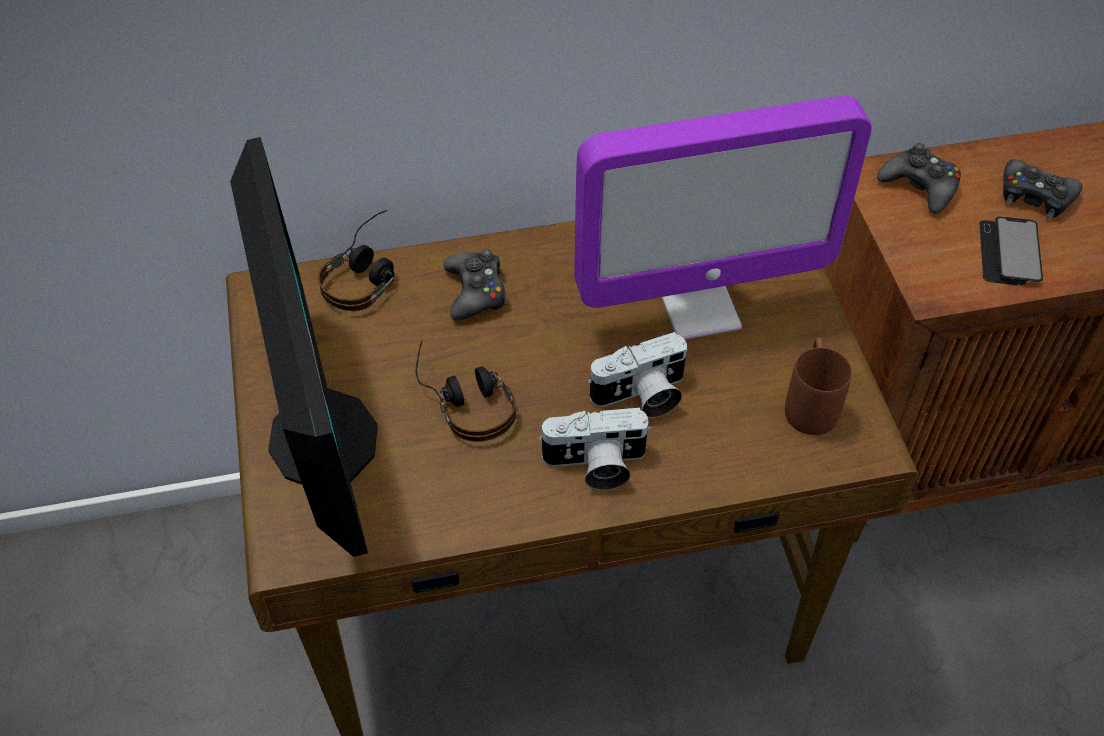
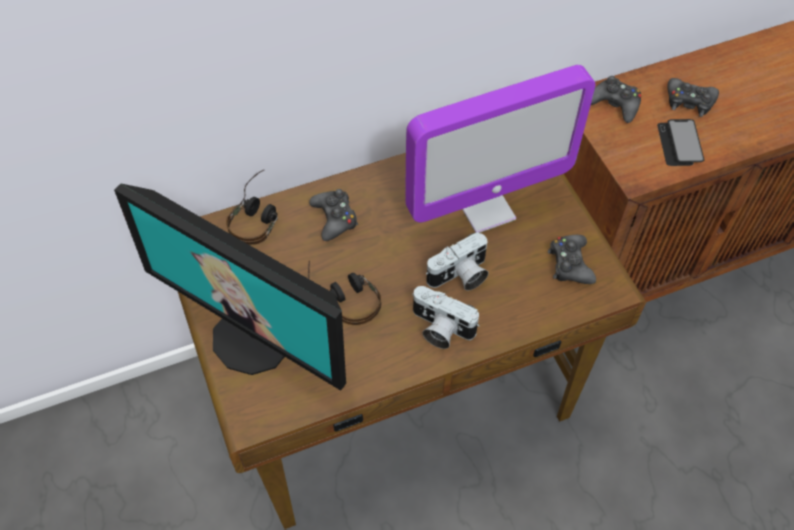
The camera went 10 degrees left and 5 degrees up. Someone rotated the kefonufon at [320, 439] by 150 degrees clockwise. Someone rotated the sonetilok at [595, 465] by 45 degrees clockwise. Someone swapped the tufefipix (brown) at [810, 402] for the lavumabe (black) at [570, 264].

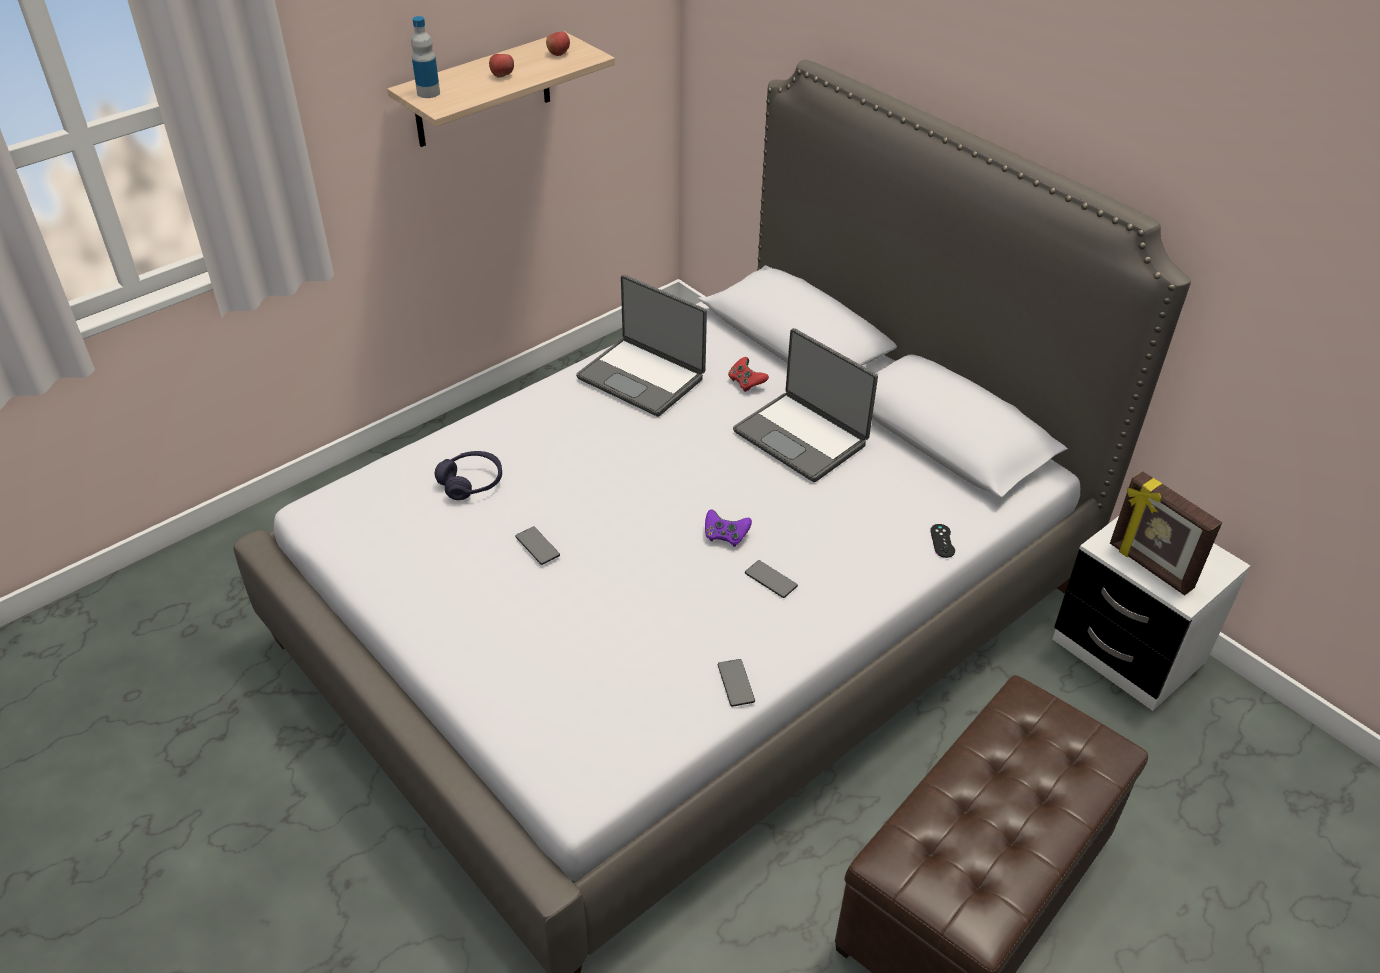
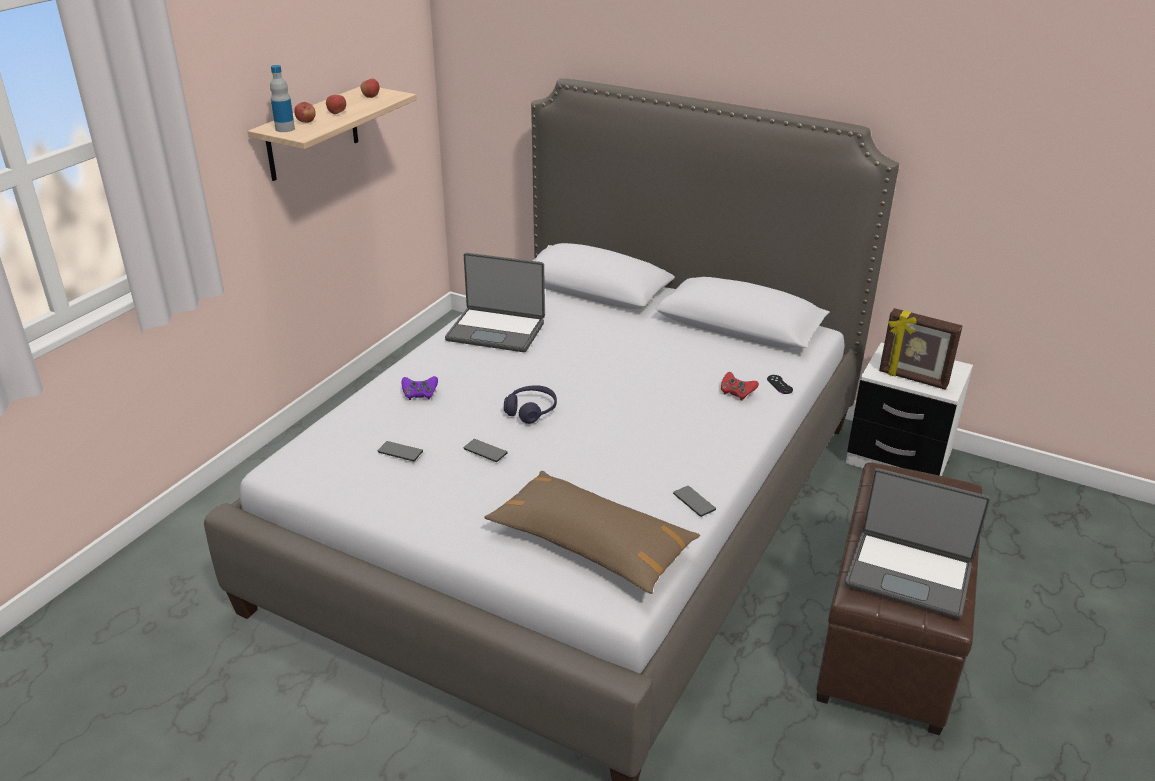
The camera went 20 degrees left and 10 degrees down. Someone carried the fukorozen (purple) from [471, 482] to [531, 410]. Someone carried the lavumabe (purple) from [725, 536] to [419, 395]. Someone carried the lavumabe (red) from [746, 383] to [736, 393]. Someone carried the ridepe from [802, 437] to [909, 574]. Someone carried the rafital from [771, 580] to [400, 452]. Someone put down the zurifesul at [306, 122]. Someone put down the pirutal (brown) at [591, 544].

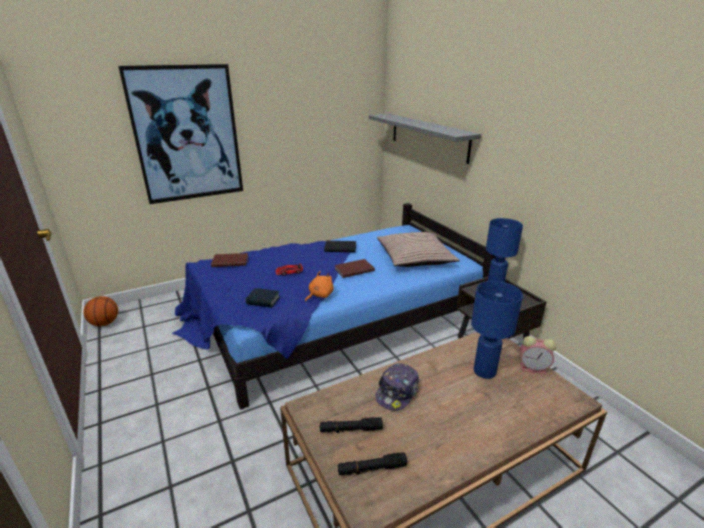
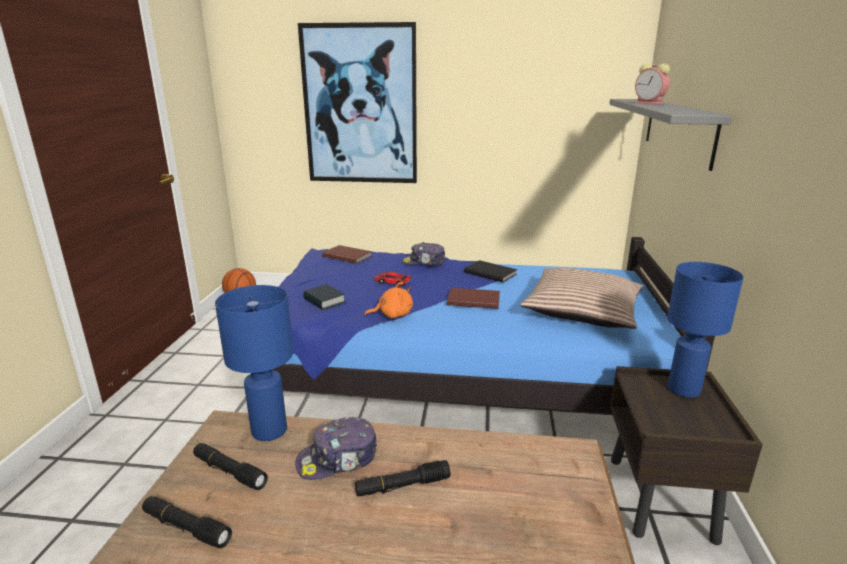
The camera went 35 degrees right and 5 degrees down. Someone carried the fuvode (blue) from [485, 372] to [268, 431]. Someone carried the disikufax from [534, 368] to [650, 103]. Someone put down the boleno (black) at [402, 486]. Someone put down the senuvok at [424, 262].

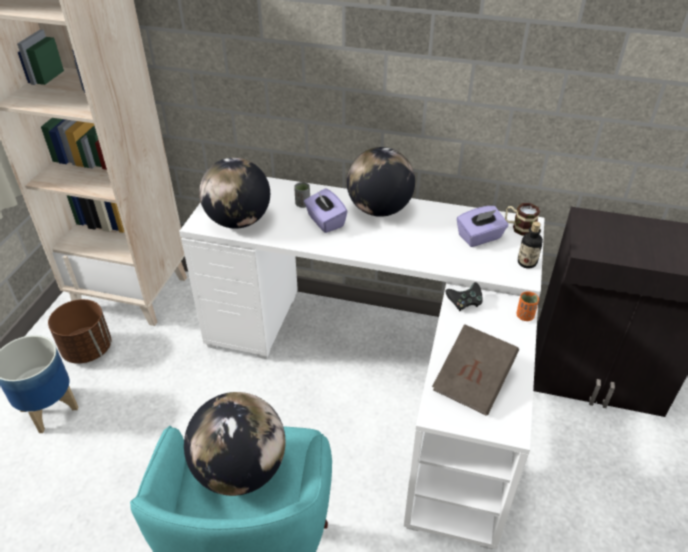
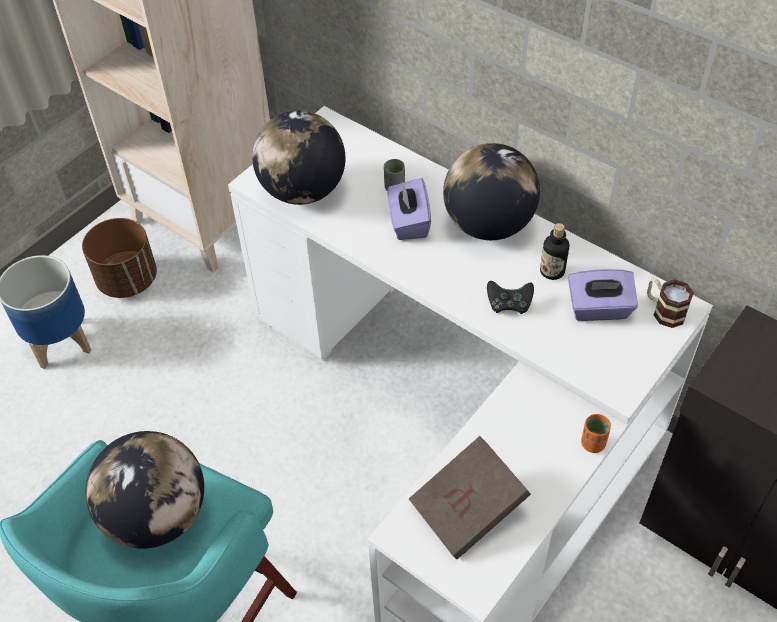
The camera went 25 degrees right and 10 degrees up. Someone carried the lavumabe (black) from [464, 303] to [509, 304]. Someone carried the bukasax from [526, 263] to [552, 271].

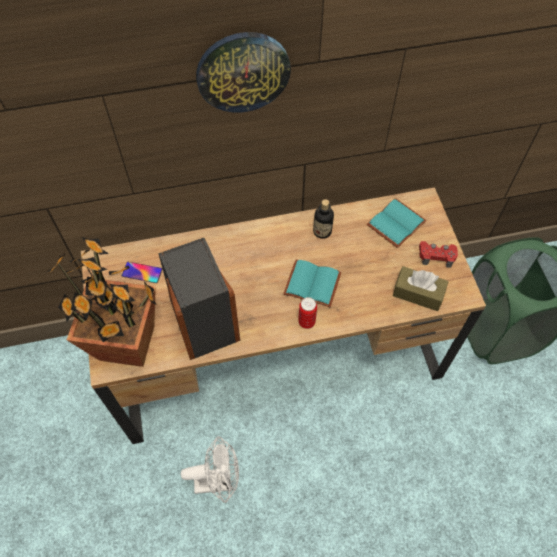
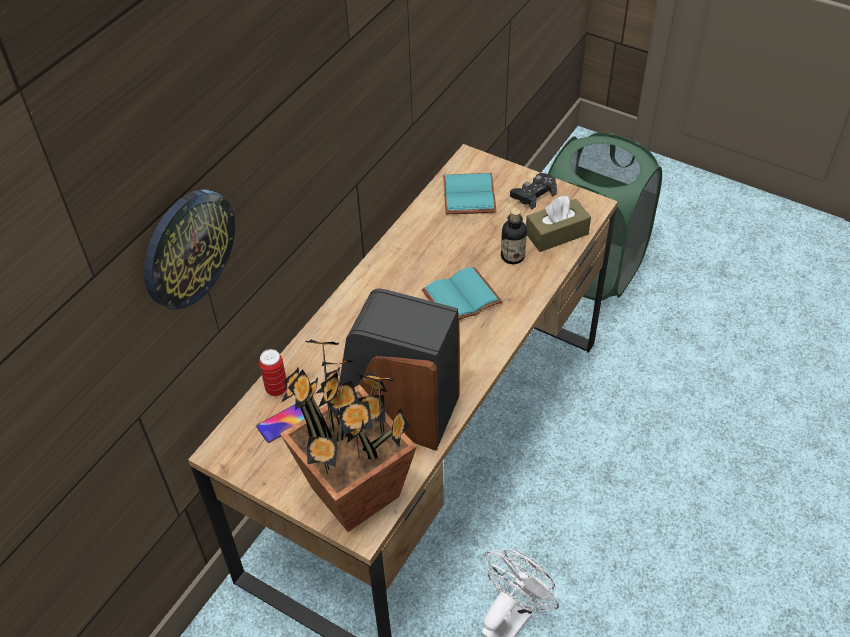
The camera went 45 degrees left and 10 degrees down. Someone carried the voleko from [243, 72] to [187, 248]. Someone carried the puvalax from [306, 322] to [276, 388]. Someone carried the bukasax from [322, 231] to [512, 256]. Someone repainted the lavumabe (red) at [436, 256], which became the lavumabe (black) at [534, 194].

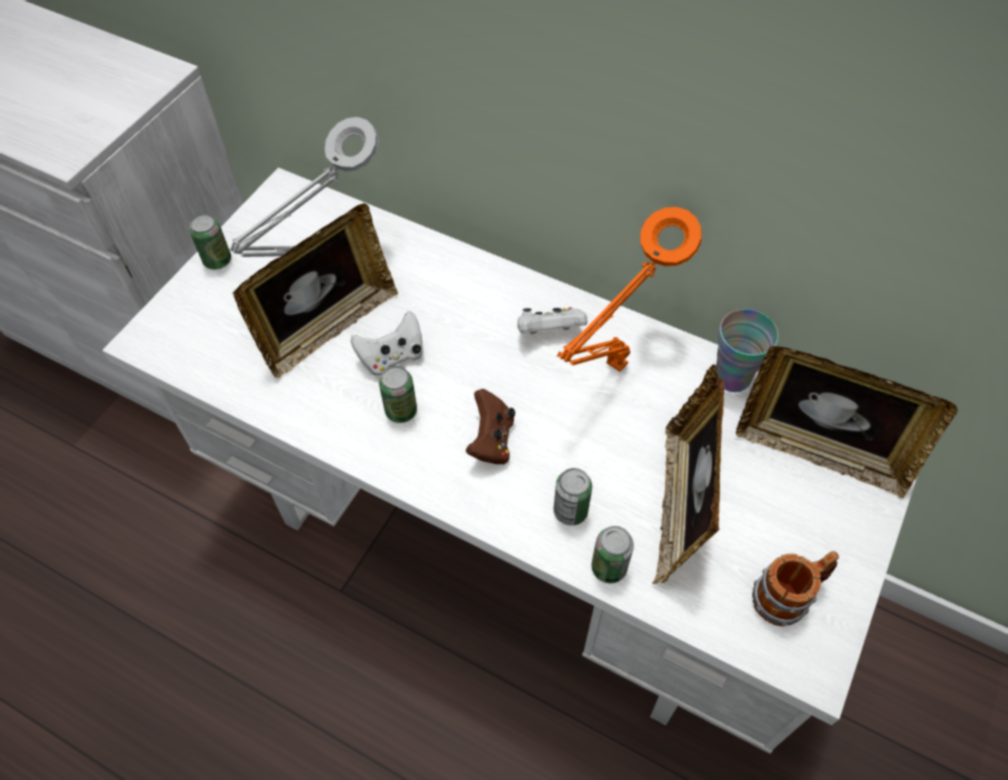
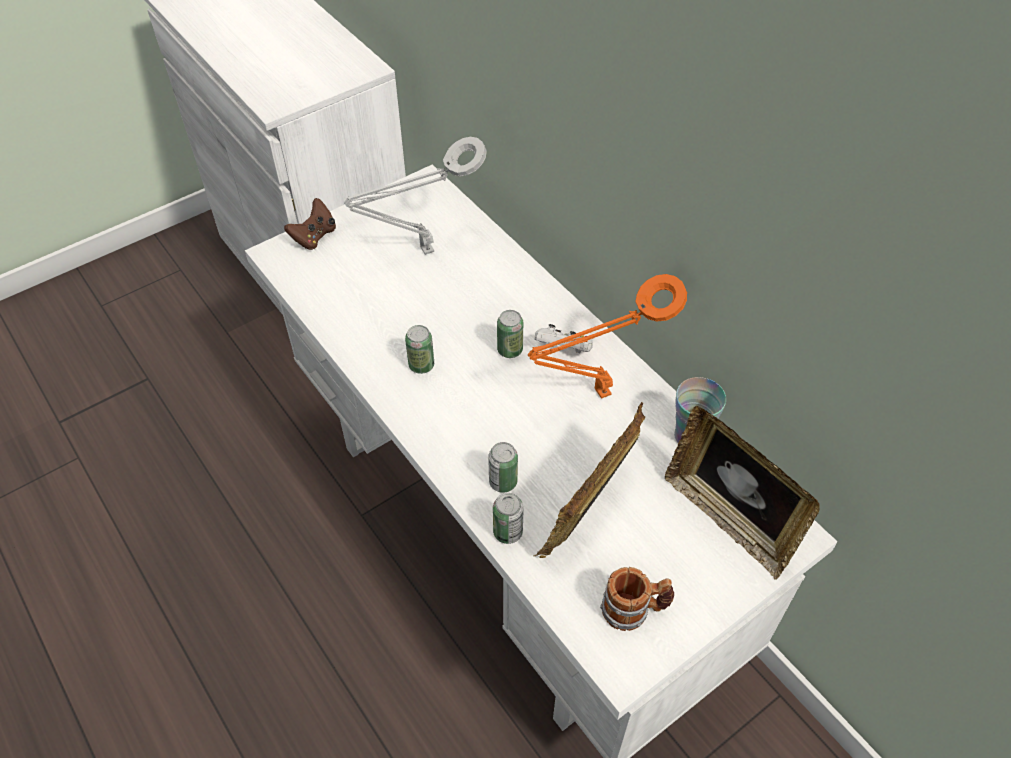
The camera went 25 degrees right and 5 degrees down. Someone carried the puvalax from [217, 260] to [510, 350]. Someone took away the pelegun at [328, 327]. Someone took away the lavumabe (white) at [392, 357]. Someone carried the lavumabe (brown) from [491, 440] to [314, 236].

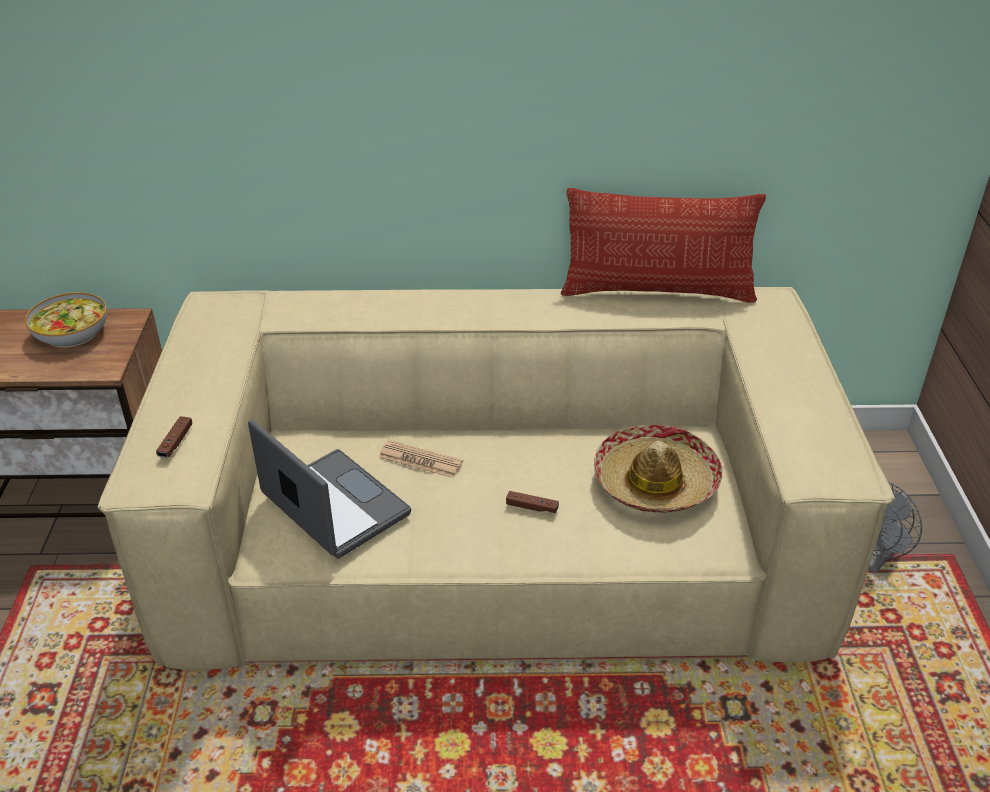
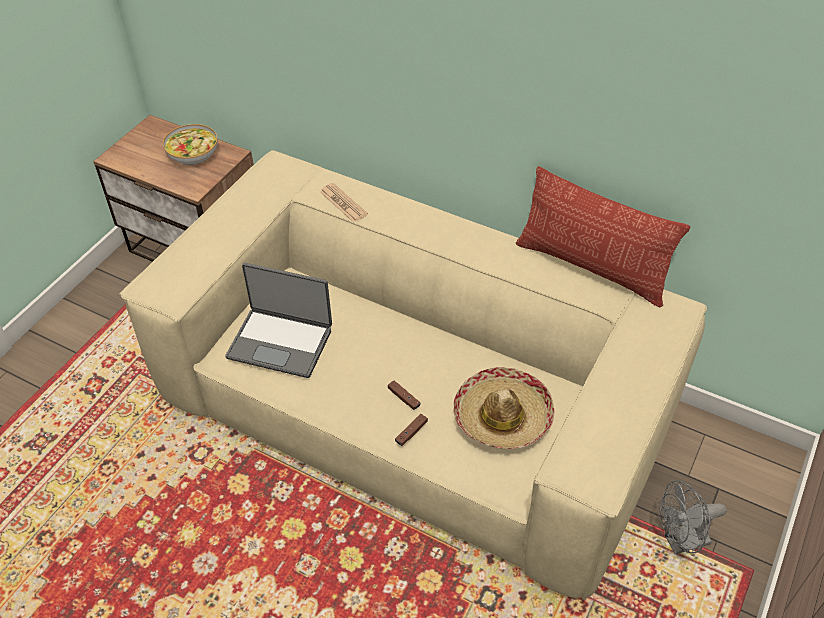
The camera went 30 degrees right and 10 degrees up. Someone carried the lavumabe (brown) from [176, 442] to [411, 433]. Someone rotated the ridepe at [333, 506] by 120 degrees clockwise. Someone carried the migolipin from [420, 460] to [343, 203].

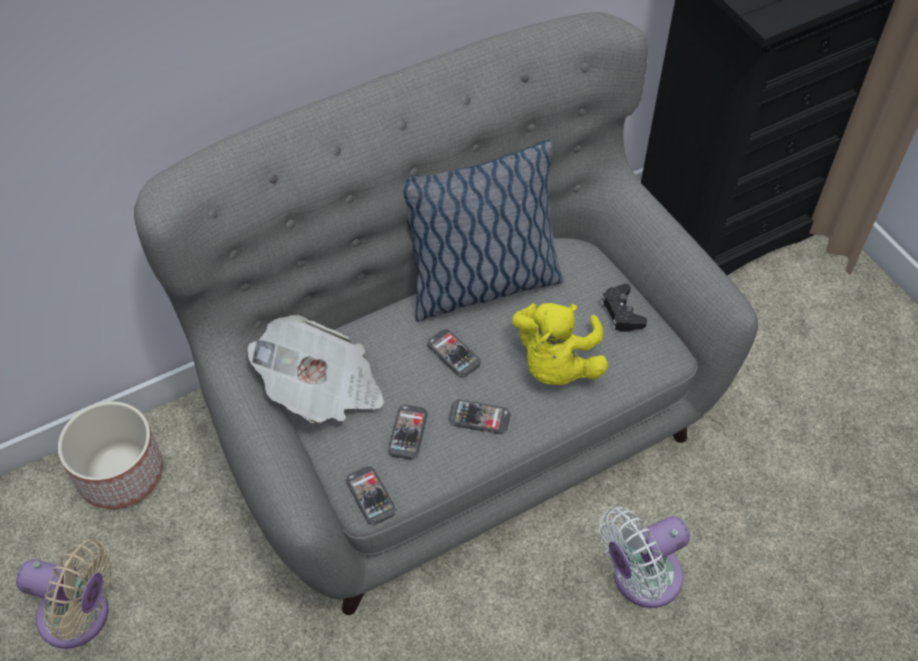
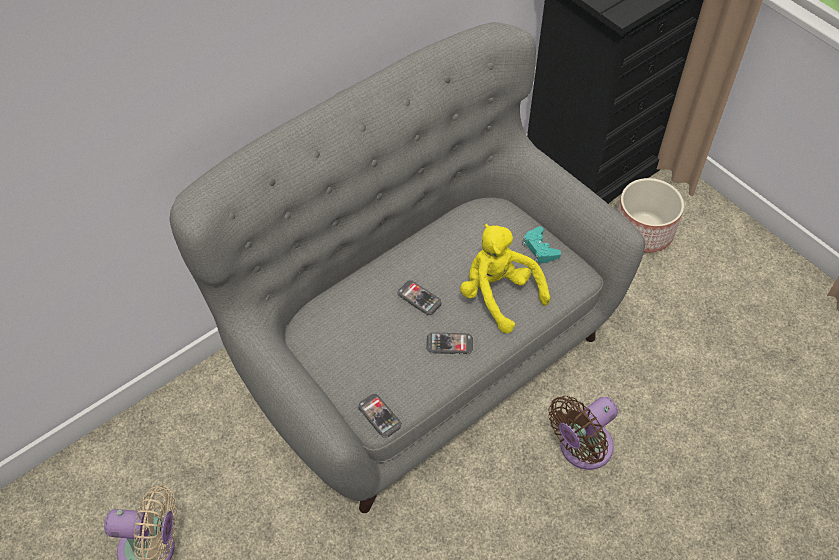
The camera went 10 degrees left and 0 degrees up. Someone carried the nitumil from [121, 472] to [643, 231]. Someone took away the migolipin at [322, 389]. Someone took away the rafital at [408, 433]. Someone took away the pirutal at [480, 285]. Someone rotated the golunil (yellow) at [556, 364] by 135 degrees clockwise. Someone repainted the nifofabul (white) at [640, 578], which became the nifofabul (brown) at [581, 449]. Someone repainted the lavumabe (black) at [621, 313], which became the lavumabe (turquoise) at [540, 249].

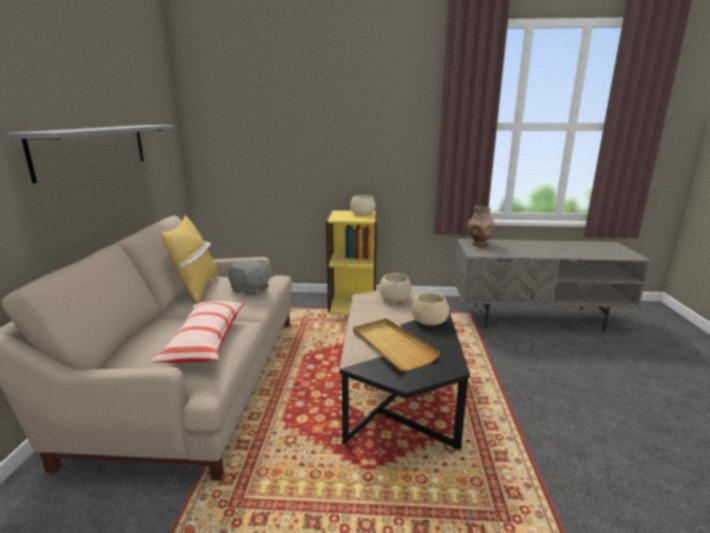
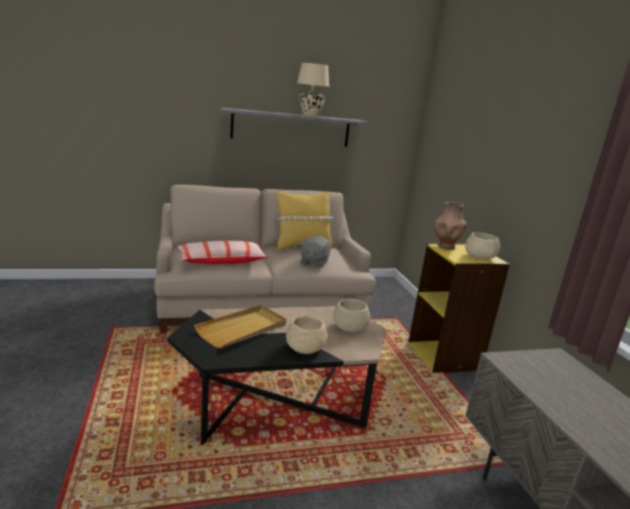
The camera went 70 degrees right and 0 degrees up. Someone carried the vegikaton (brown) from [479, 244] to [445, 246]. Someone put down the fuvode (beige) at [310, 116].

